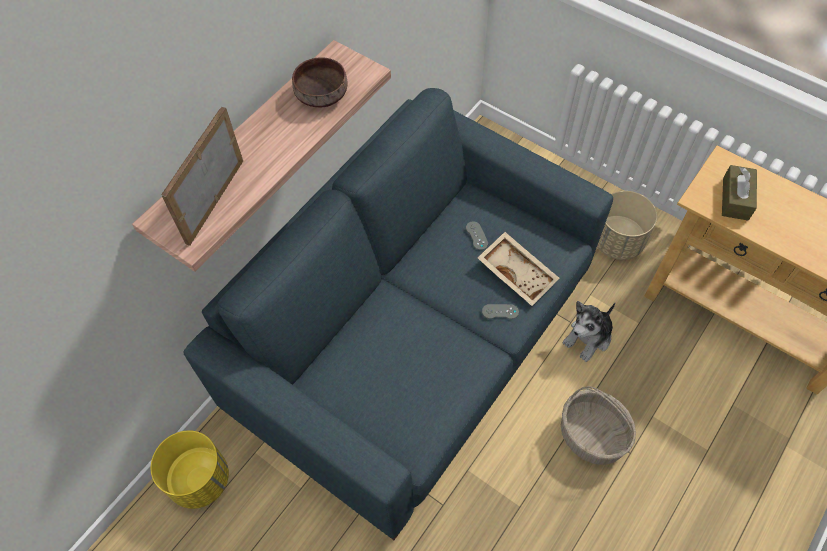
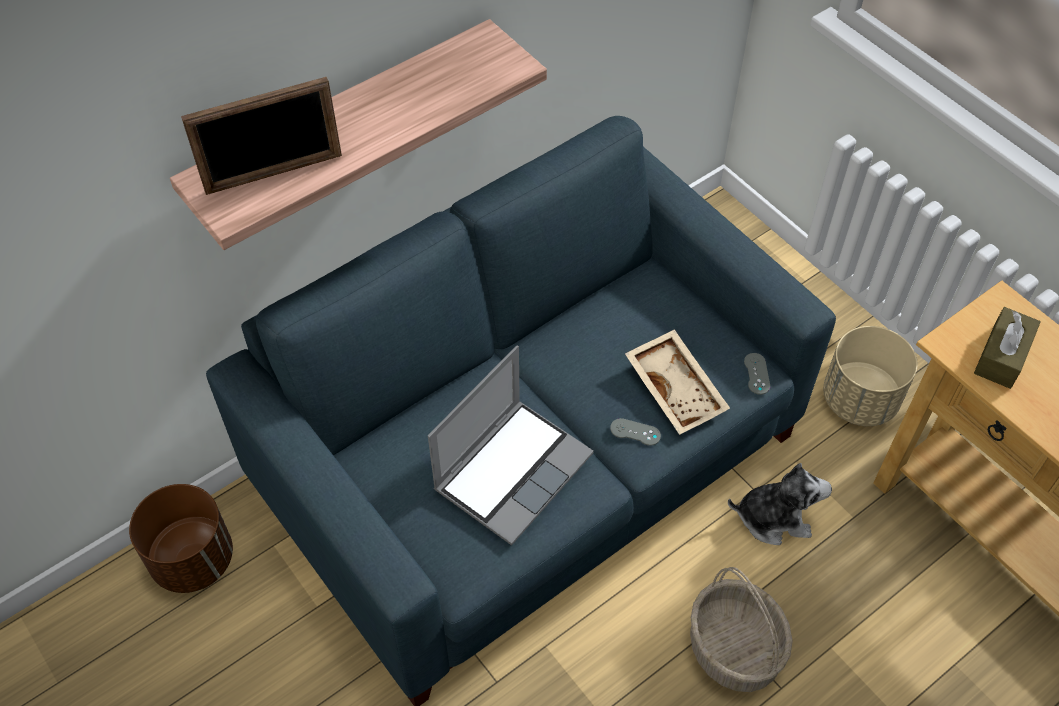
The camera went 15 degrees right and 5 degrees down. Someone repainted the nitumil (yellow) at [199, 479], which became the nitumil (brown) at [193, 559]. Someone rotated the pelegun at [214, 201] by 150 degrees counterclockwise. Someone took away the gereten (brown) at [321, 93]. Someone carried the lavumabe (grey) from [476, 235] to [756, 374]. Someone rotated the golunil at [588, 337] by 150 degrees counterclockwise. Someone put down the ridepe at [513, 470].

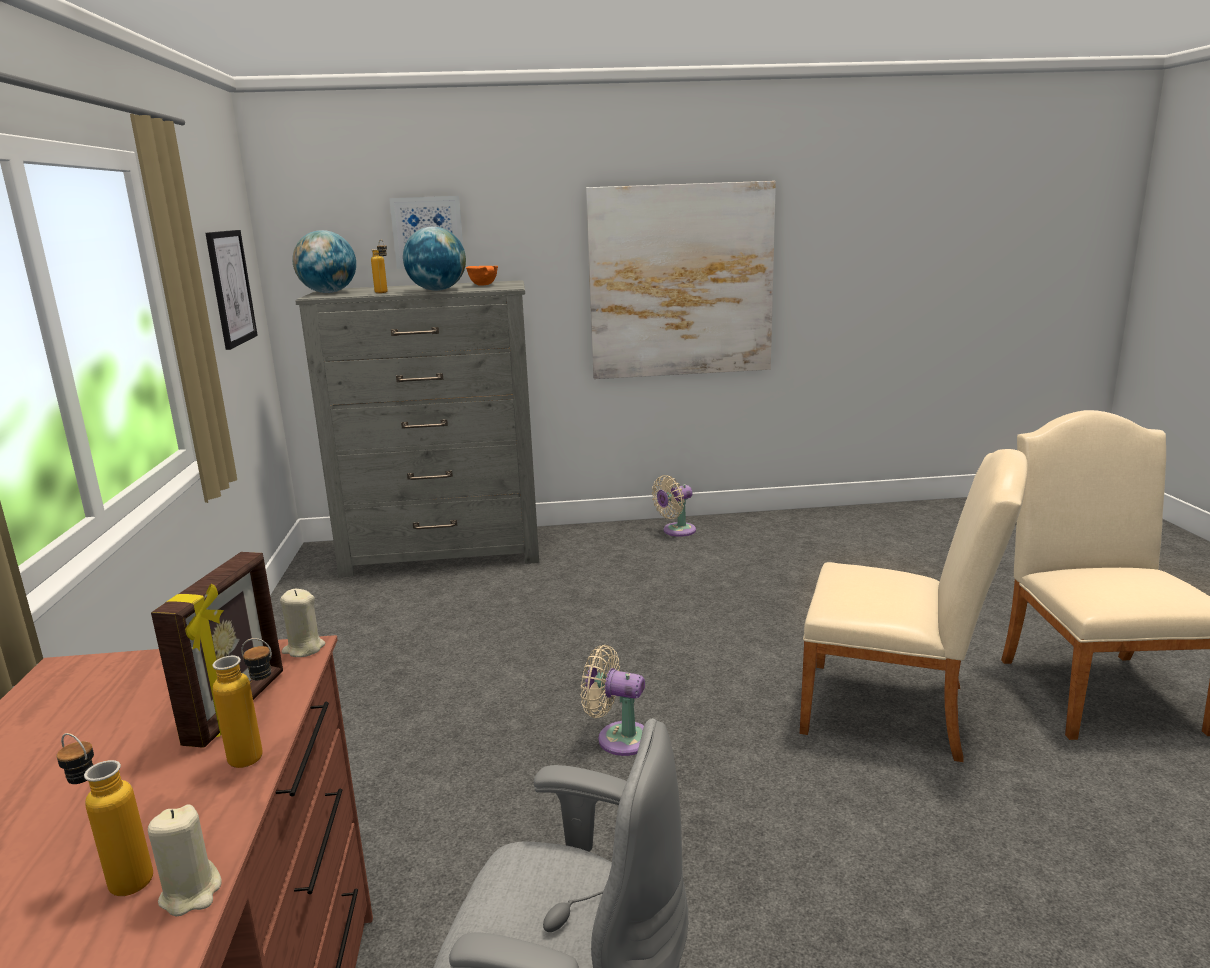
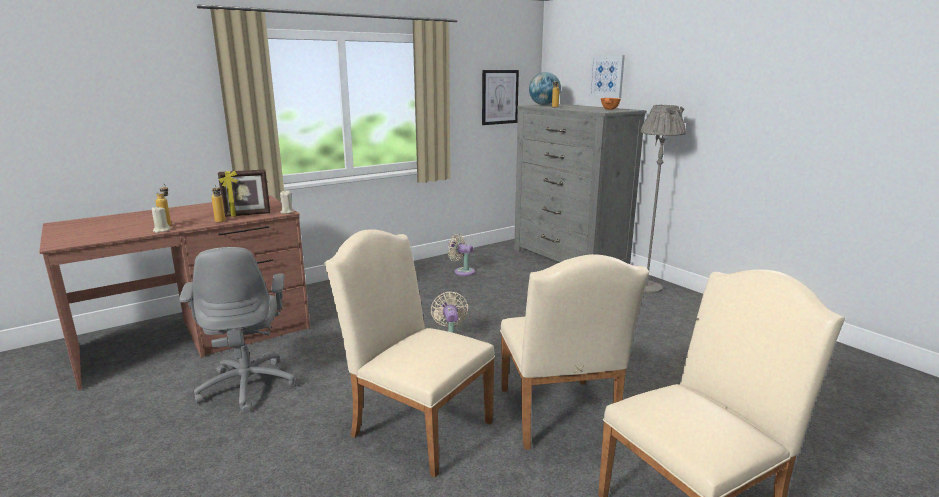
The camera went 60 degrees right and 0 degrees up. Someone took away the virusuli at [437, 290]. Someone took away the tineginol at [681, 281]. Someone carried the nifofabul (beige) from [676, 531] to [462, 271]. Someone put down the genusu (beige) at [415, 425]. Someone put down the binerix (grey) at [646, 287].

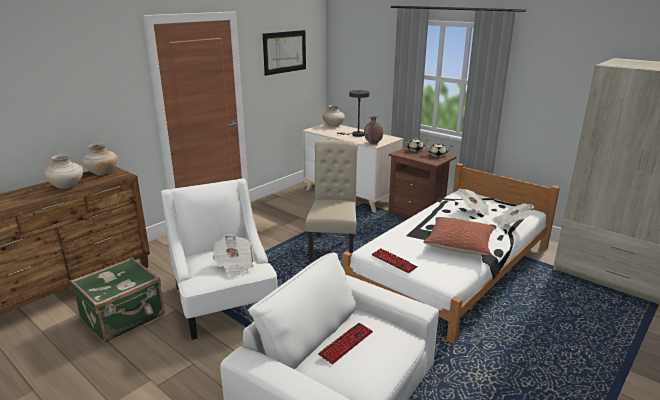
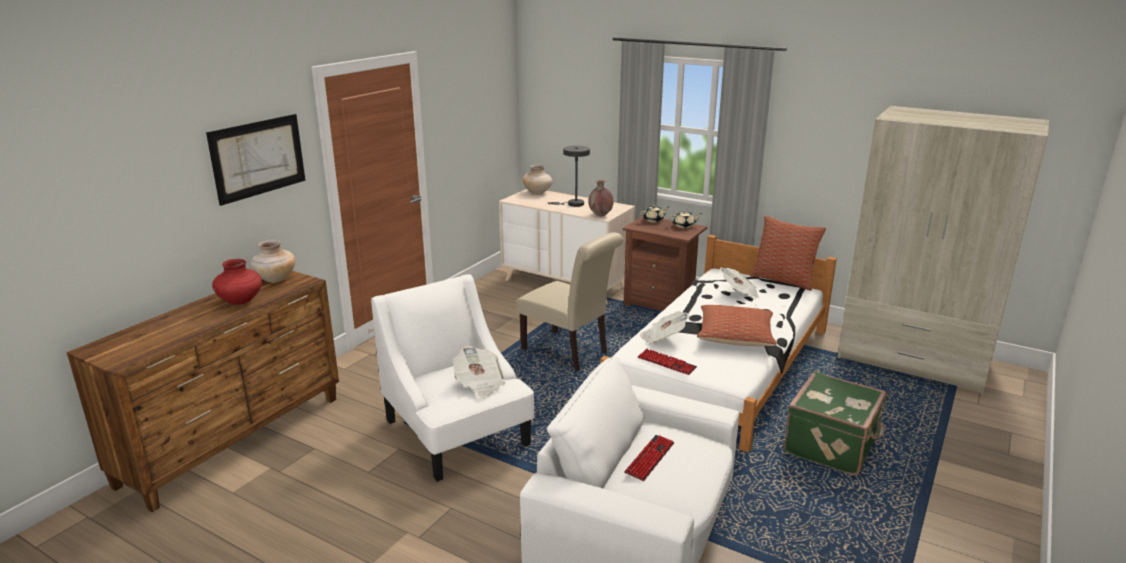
The camera went 10 degrees left and 0 degrees up. Someone repainted the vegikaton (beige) at [67, 186], which became the vegikaton (red) at [240, 301]. Someone carried the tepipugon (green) from [124, 317] to [832, 446]. Someone carried the tineginol from [285, 52] to [258, 158]. Someone rotated the genusu (beige) at [333, 247] by 135 degrees clockwise. Someone carried the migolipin from [510, 223] to [663, 338]. Someone put down the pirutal at [783, 280].

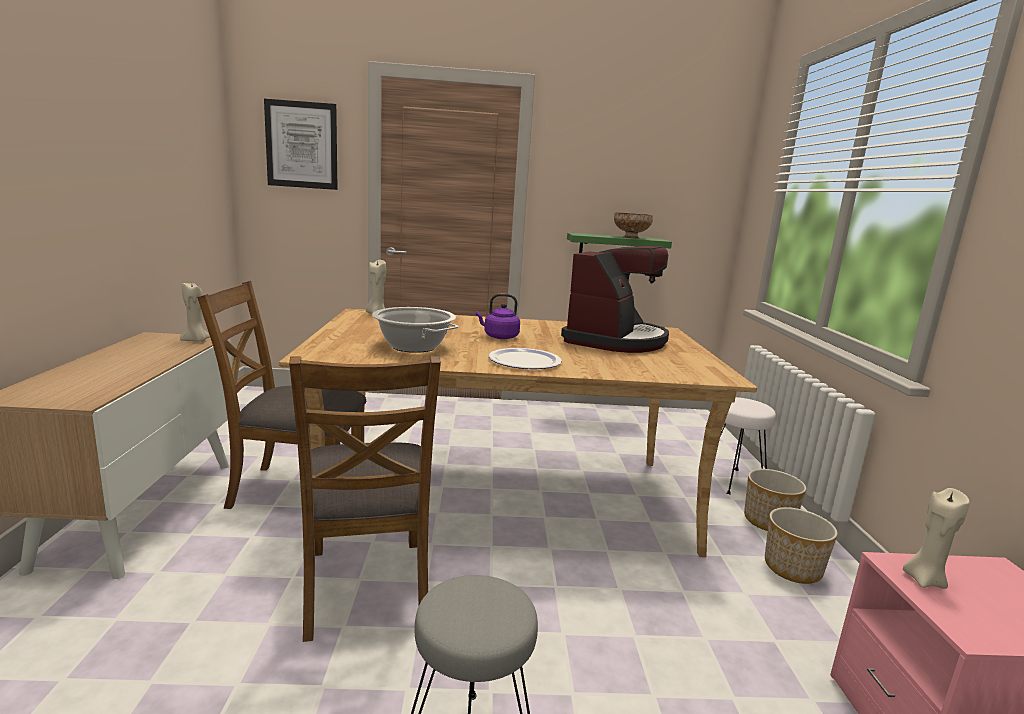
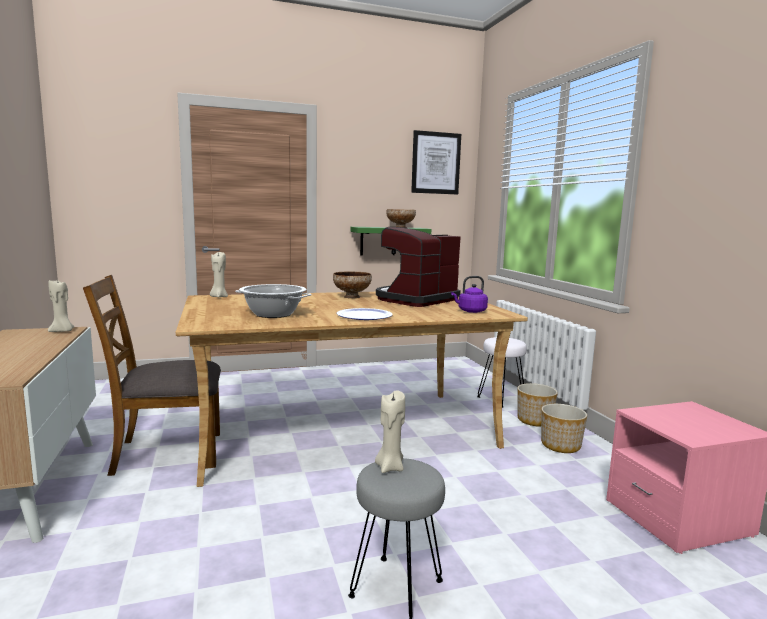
The camera went 15 degrees left and 5 degrees down. Someone carried the tineginol from [302, 145] to [435, 163]. Someone took away the genusu (brown) at [367, 585]. Someone carried the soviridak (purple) from [499, 337] to [470, 311]. Someone rotated the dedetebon at [615, 340] by 150 degrees counterclockwise. Someone carried the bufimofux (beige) from [924, 580] to [390, 467]. Someone put down the gereten at [352, 297].

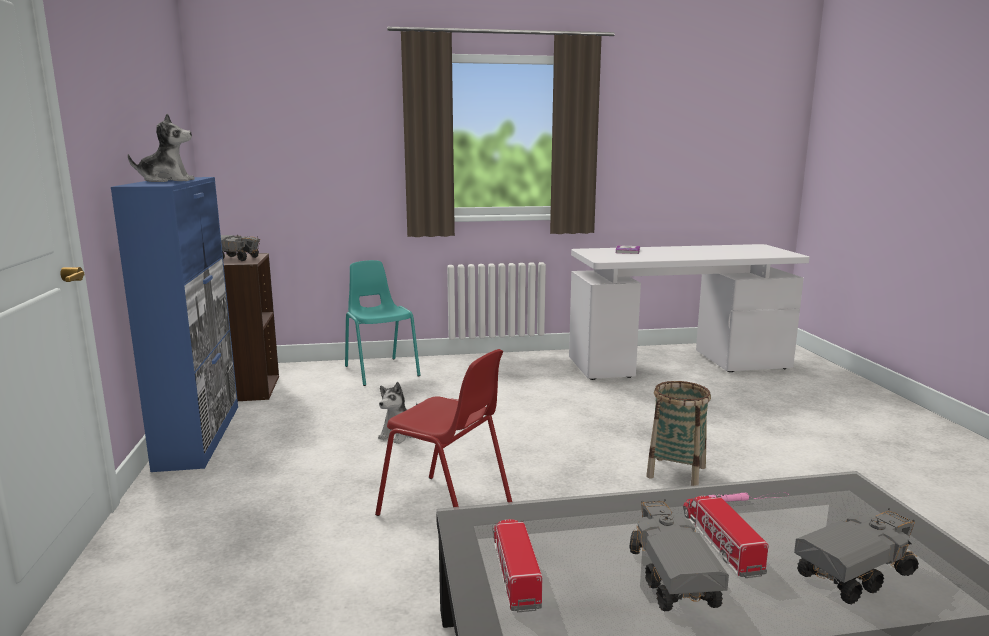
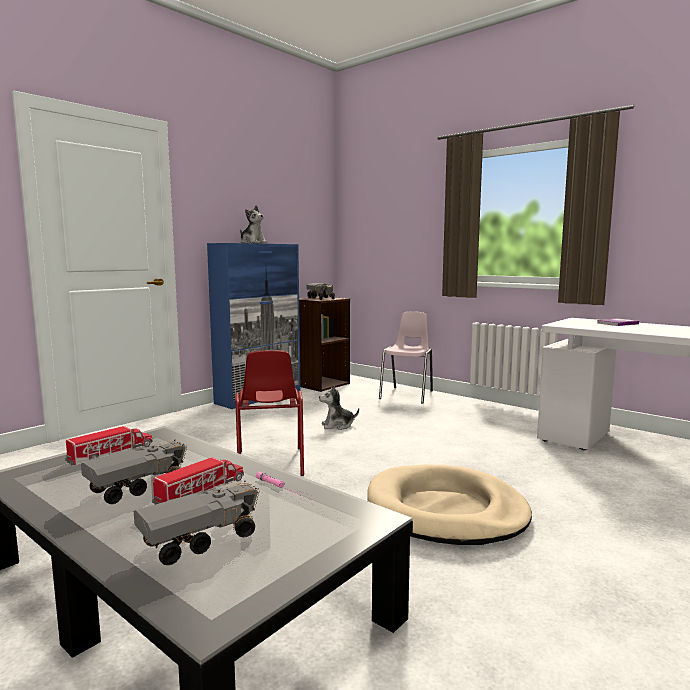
The camera went 50 degrees right and 5 degrees down. Someone repainted the genusu (turquoise) at [381, 371], which became the genusu (pink) at [407, 395]. Someone swapped the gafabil at [676, 472] for the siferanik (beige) at [445, 510]. Someone rotated the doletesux at [855, 574] by 60 degrees counterclockwise.

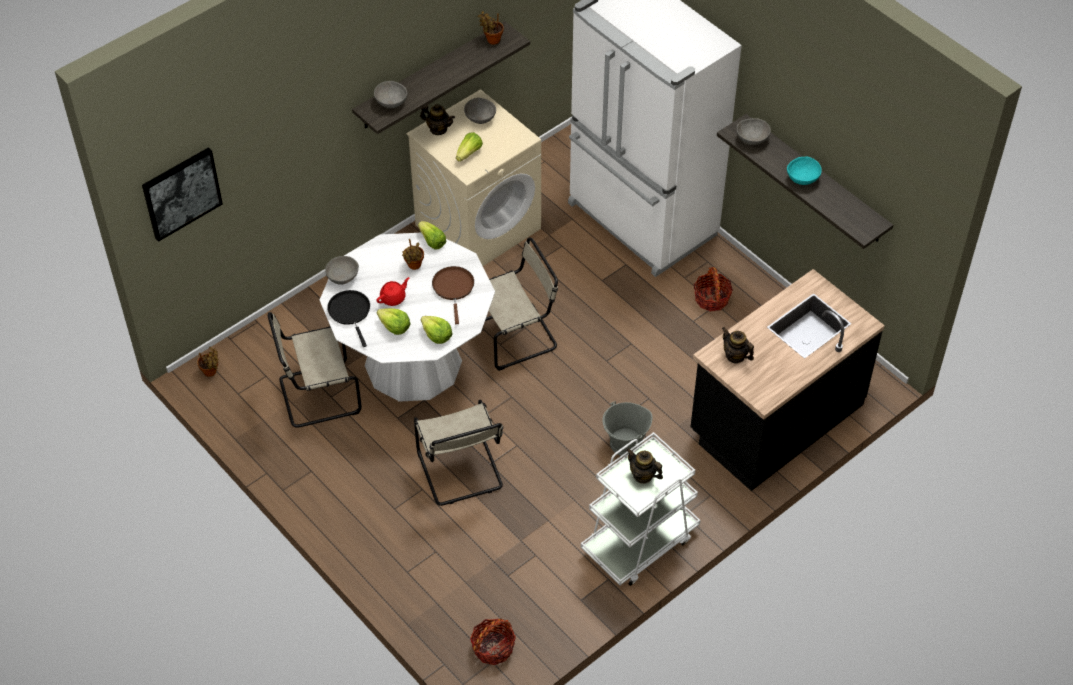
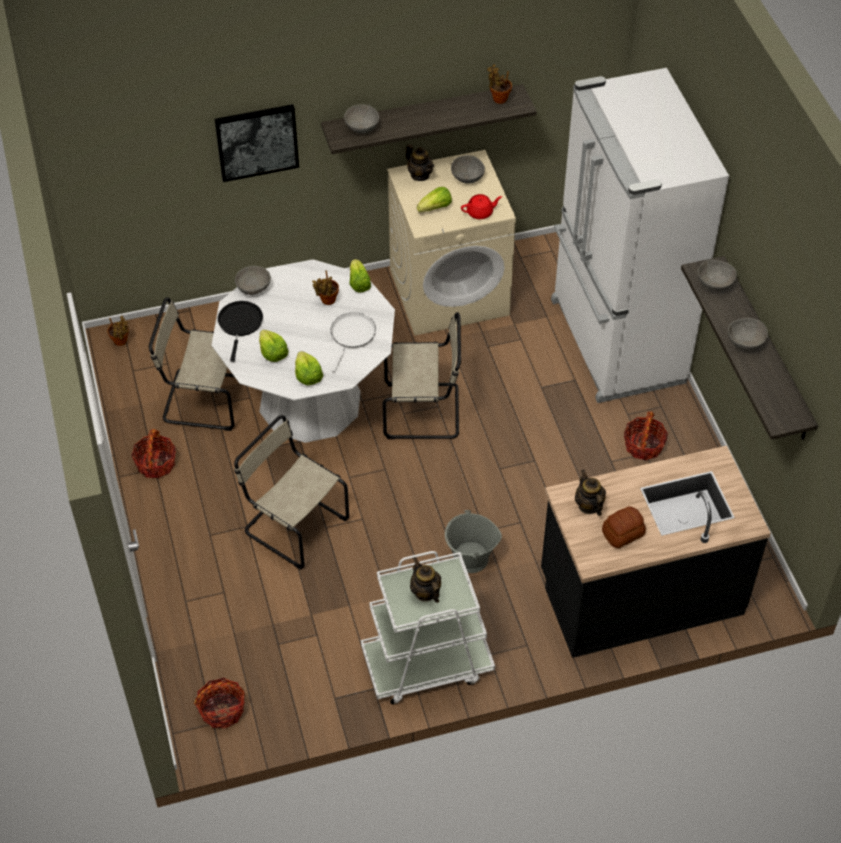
The camera went 25 degrees right and 0 degrees up. Someone carried the tineginol from [181, 193] to [257, 141]. Someone carried the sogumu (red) from [393, 298] to [480, 212]. Someone rotated the genusu (beige) at [461, 472] by 120 degrees clockwise. Someone repainted the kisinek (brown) at [453, 288], which became the kisinek (white) at [352, 336]. Someone repainted the gereten (turquoise) at [802, 179], which became the gereten (grey) at [745, 343]. Someone put down the gafabil at [156, 464]. Someone put down the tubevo at [623, 534].

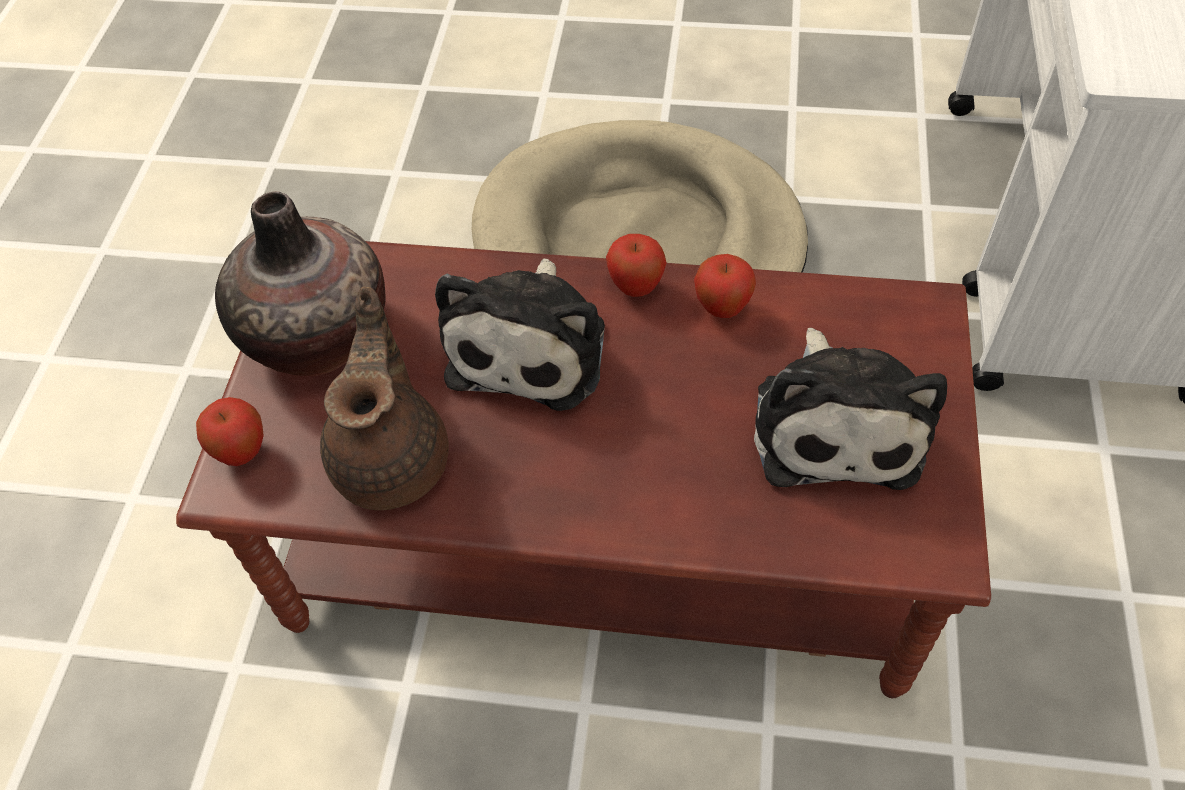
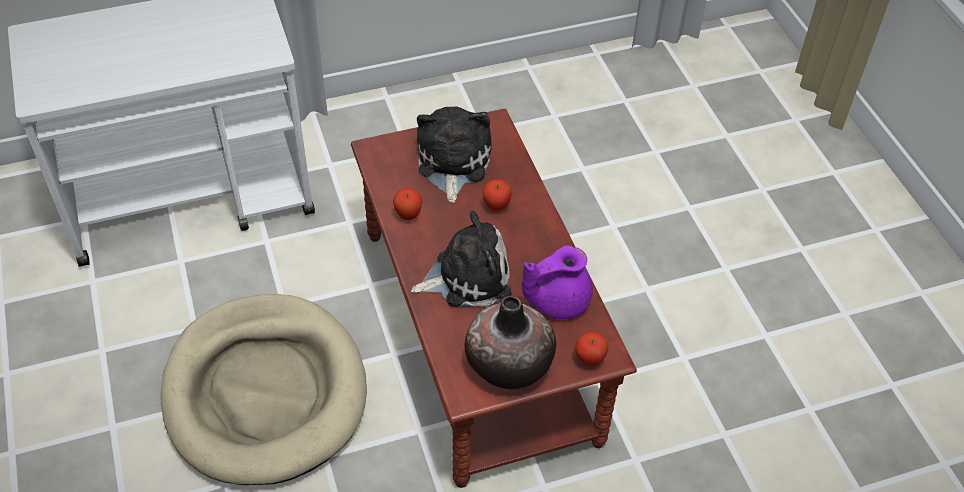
The camera went 120 degrees left and 5 degrees down. Someone repainted the sogumu (brown) at [394, 458], which became the sogumu (purple) at [556, 301]. Someone carried the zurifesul from [636, 287] to [496, 206]. Someone rotated the golunil at [836, 423] by 60 degrees counterclockwise.

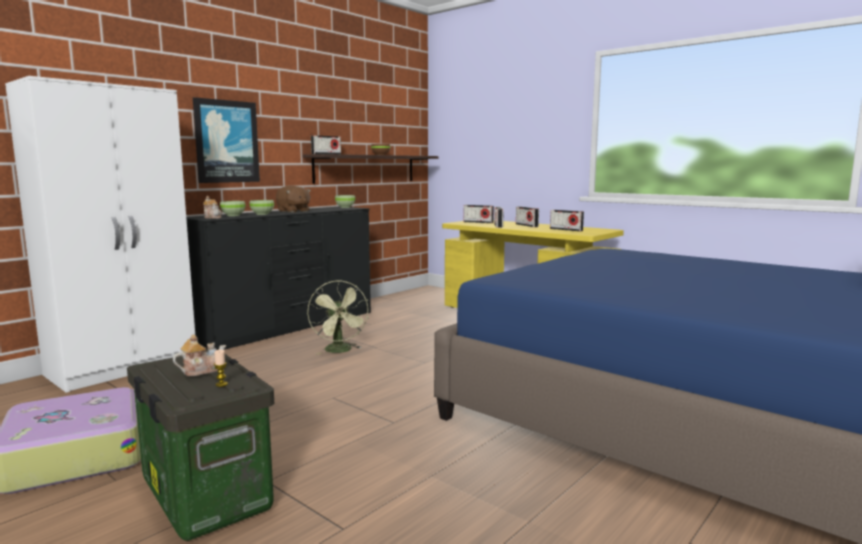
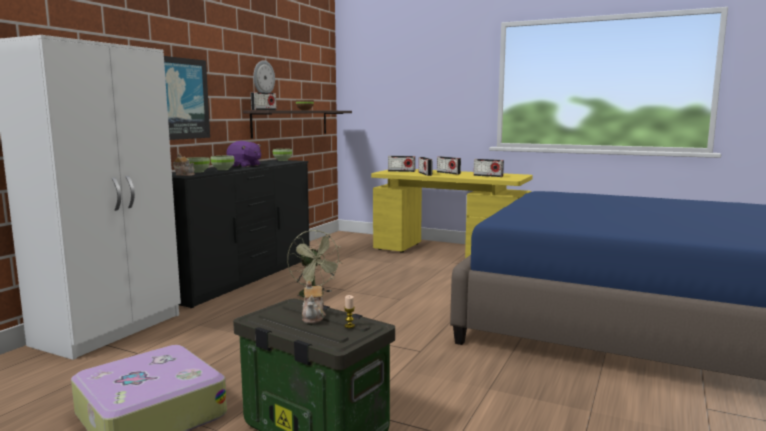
The camera went 15 degrees left and 0 degrees up. Someone rotated the sogumu at [201, 371] by 135 degrees clockwise. Someone repainted the golunil (brown) at [293, 211], which became the golunil (purple) at [244, 166]. Someone put up the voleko at [263, 78].

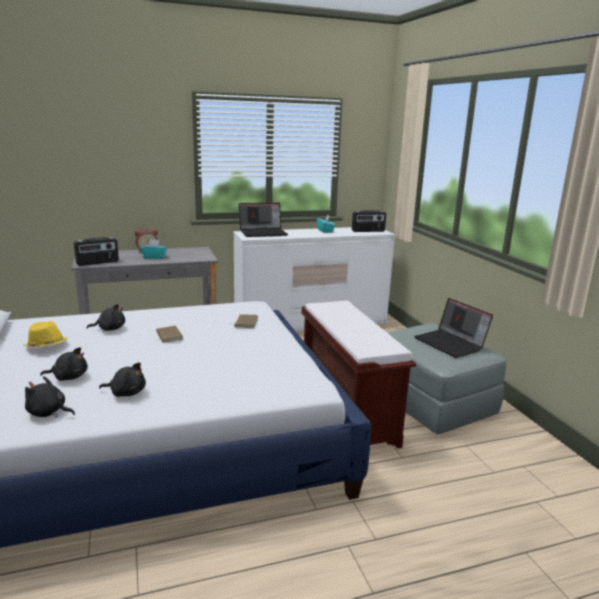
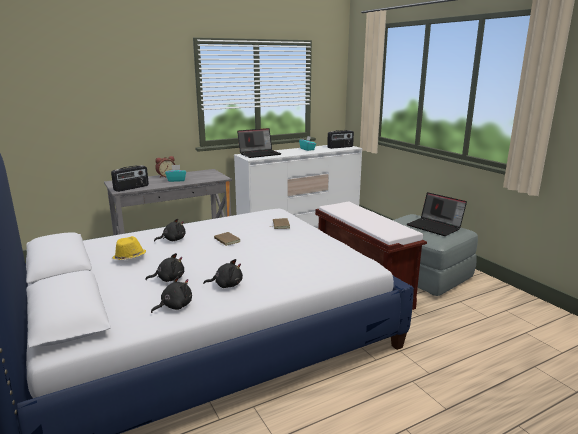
The camera went 10 degrees left and 0 degrees up. Someone rotated the golunil (black) at [48, 413] by 135 degrees clockwise.

